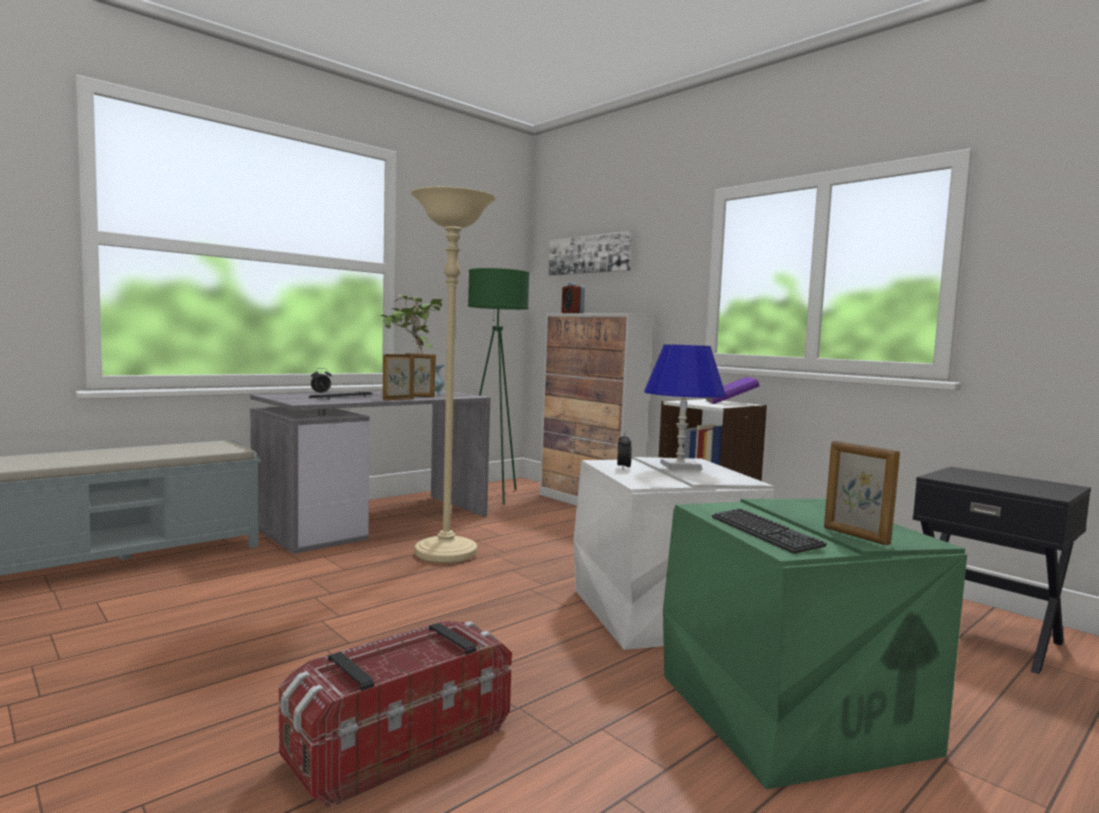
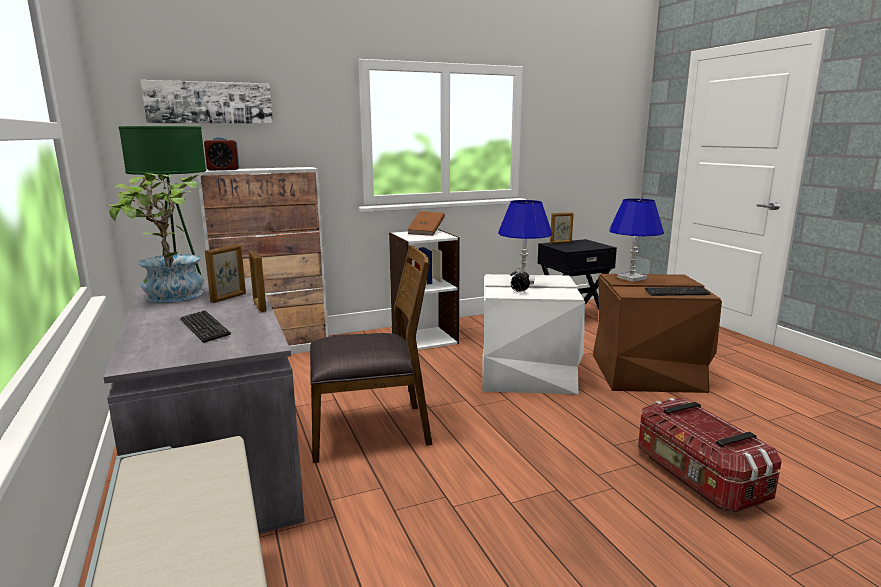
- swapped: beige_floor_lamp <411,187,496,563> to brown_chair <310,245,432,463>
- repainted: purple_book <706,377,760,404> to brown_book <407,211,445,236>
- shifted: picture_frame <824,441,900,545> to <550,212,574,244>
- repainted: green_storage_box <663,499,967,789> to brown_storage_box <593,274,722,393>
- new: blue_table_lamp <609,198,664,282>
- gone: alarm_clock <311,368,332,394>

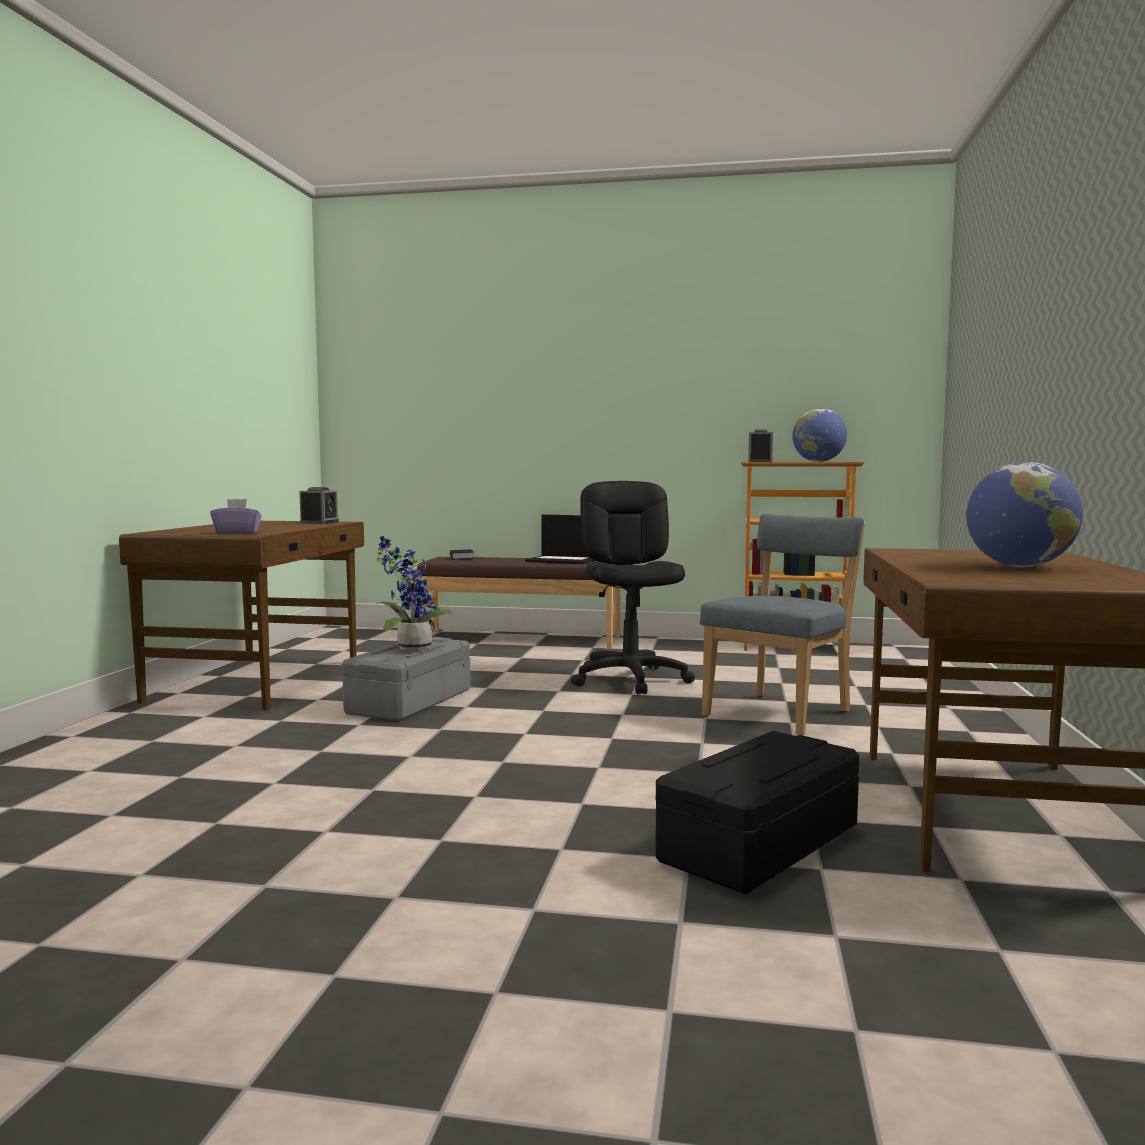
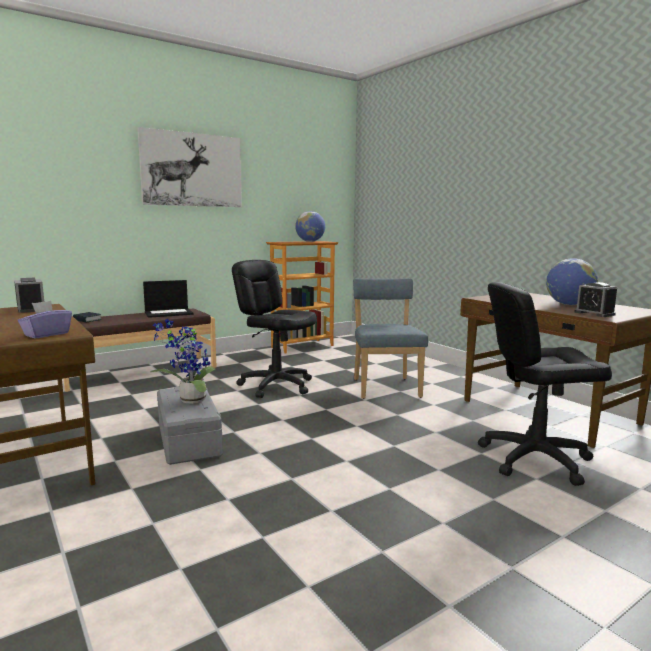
- new: picture <137,127,242,207>
- swapped: black_storage_box <655,731,859,894> to black_office_chair <478,282,612,486>
- shifted: alarm_clock <748,429,773,462> to <574,282,617,317>

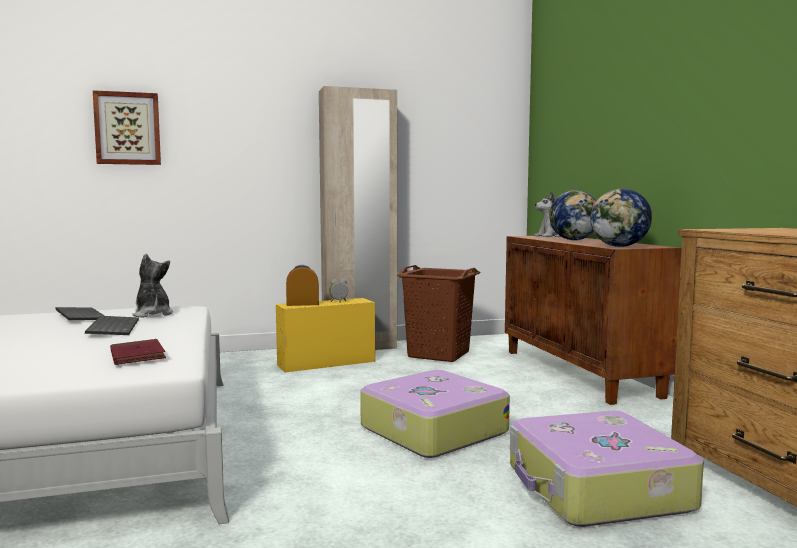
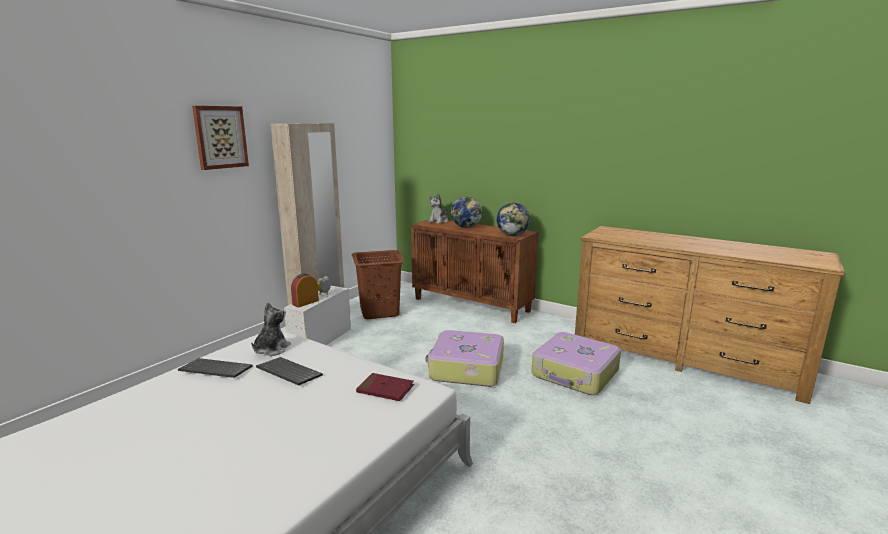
- shifted: picture <93,90,161,165> to <192,106,249,170>
- rotated: plush_toy <132,254,173,317> = <251,302,291,356> 90 degrees clockwise
- repainted: yellow_storage_box <276,298,375,372> to white_storage_box <284,286,351,345>

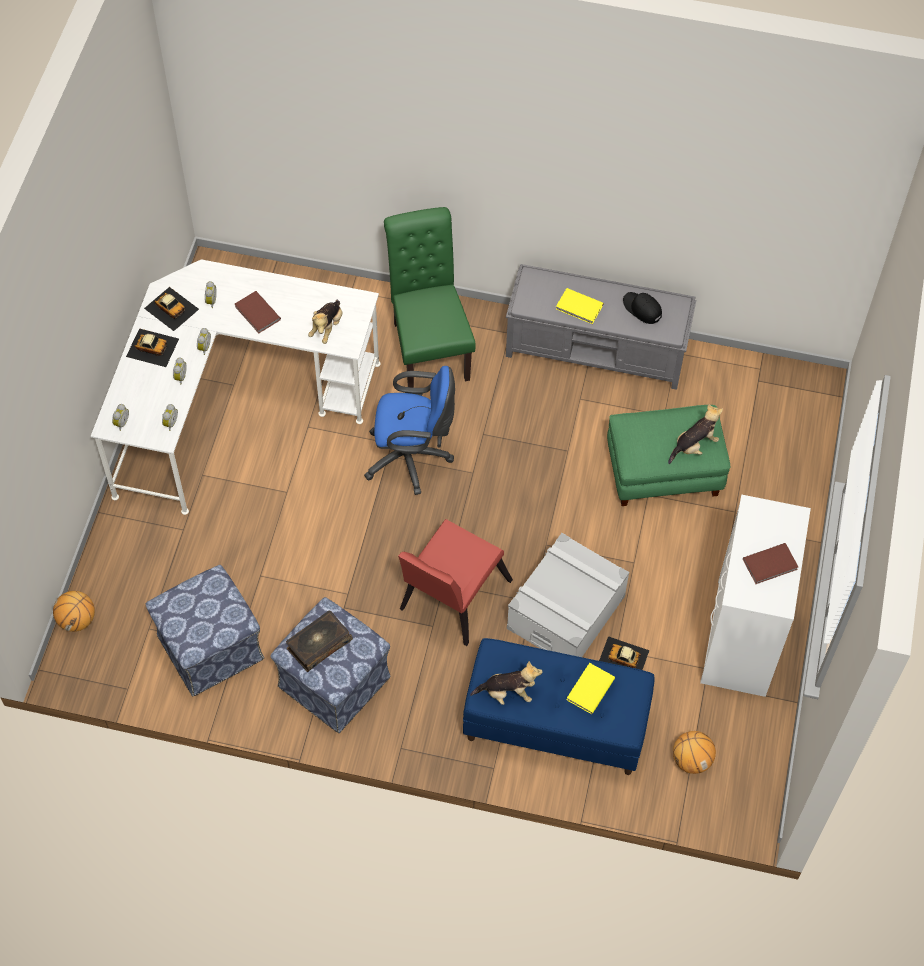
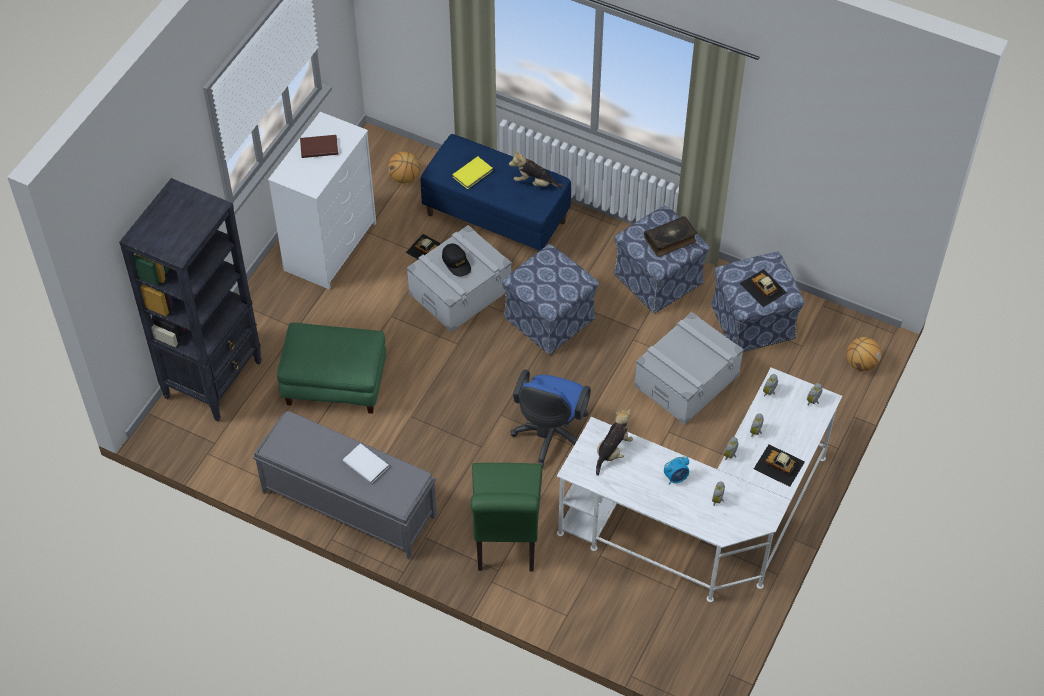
- new: black_bookcase <119,178,262,422>
- repainted: yellow_book <556,288,604,324> to white_book <343,443,389,483>
- shifted: black_cap <623,292,662,324> to <442,244,471,277>
- swapped: red_chair <398,519,513,646> to ottoman <502,244,599,355>
- rotated: blue_office_chair <364,366,455,495> = <511,369,591,468> 90 degrees counterclockwise
- new: grey_storage_box <634,312,744,425>
- swapped: brown_book <235,291,281,334> to alarm_clock <664,457,689,485>
- shifted: toy_car <144,287,199,331> to <740,269,787,307>
- gone: plush_toy <668,404,723,464>

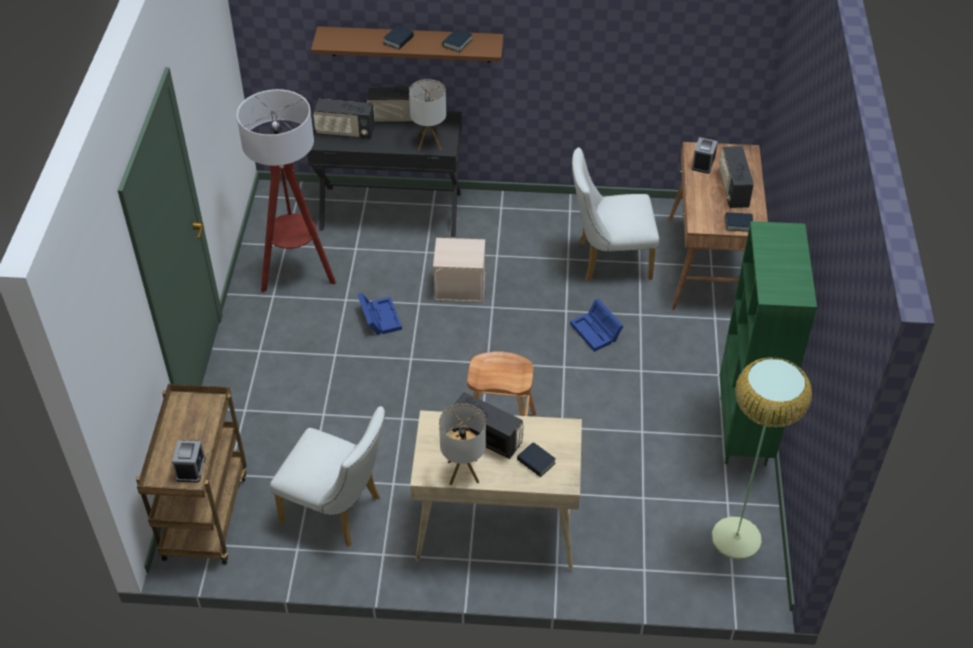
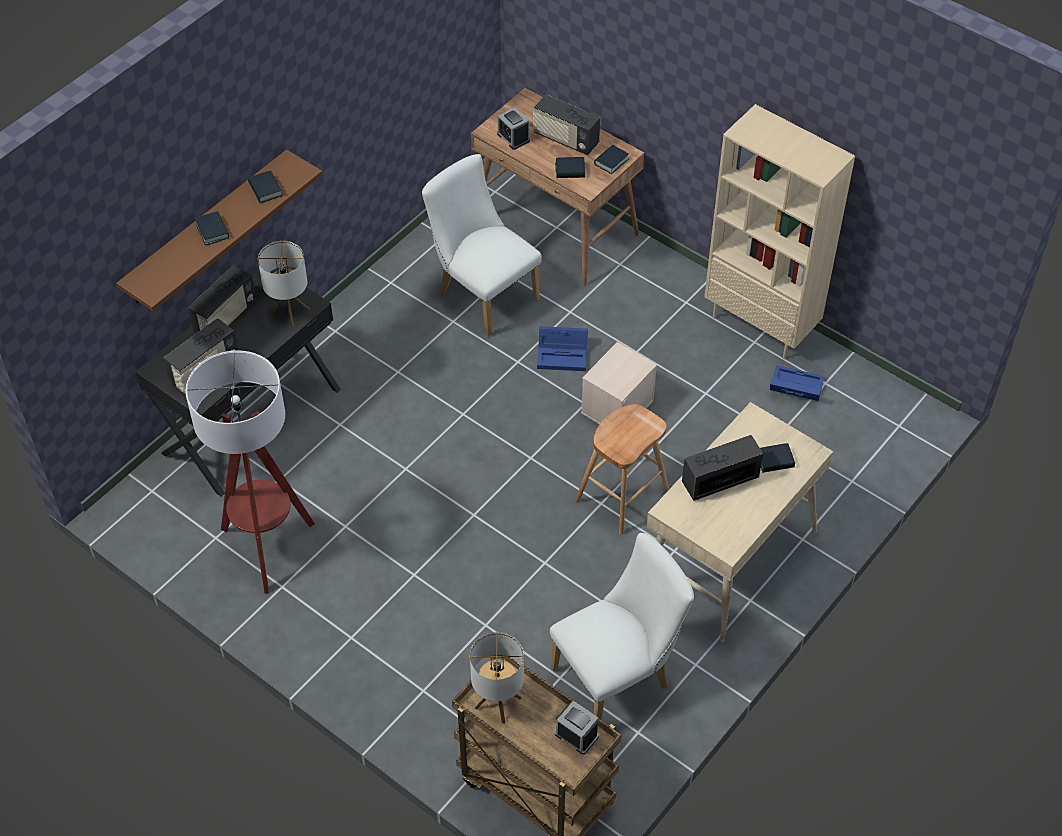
- rotated: white_chair <572,147,659,281> = <422,154,542,336> 105 degrees clockwise
- shifted: table_lamp <439,403,486,485> to <470,632,524,724>
- new: book <555,157,585,178>
- shifted: beige_storage_box <433,238,485,302> to <581,342,657,424>
- repainted: green_bookcase <720,221,817,466> to beige_bookcase <704,104,855,359>
- shifted: blue_storage_box <358,293,402,335> to <770,365,825,401>
- gone: floor_lamp <712,357,812,560>

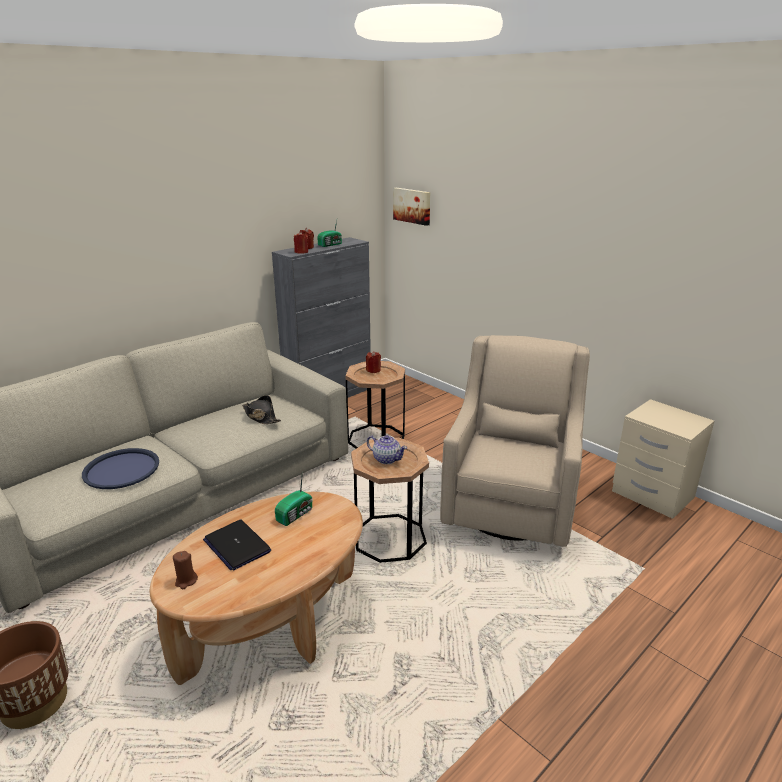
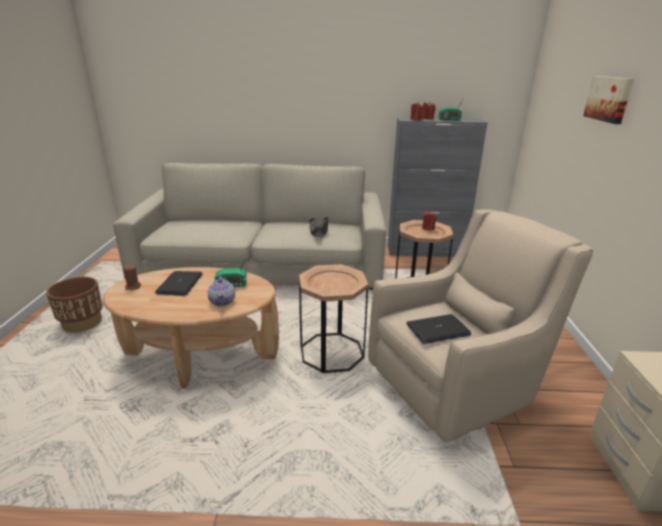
- shifted: teapot <367,435,407,464> to <207,276,235,306>
- new: laptop <407,314,471,344>
- shifted: picture <393,188,430,226> to <583,76,634,124>
- gone: blue_tray <82,448,159,489>

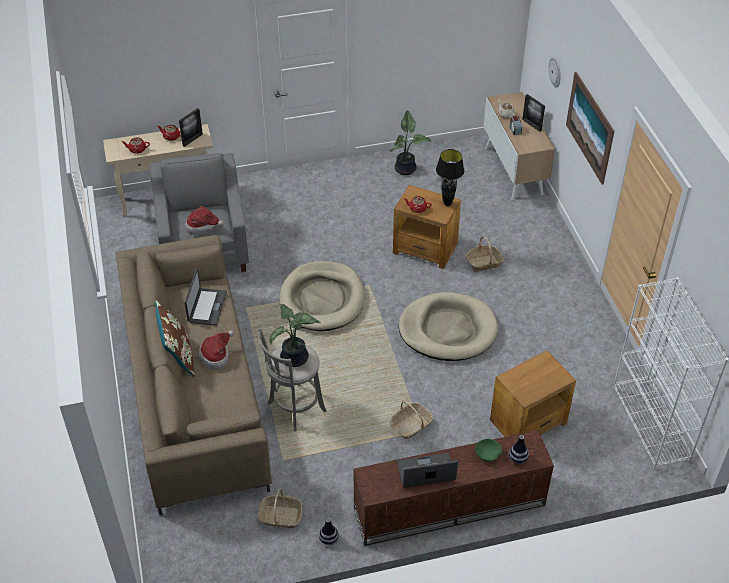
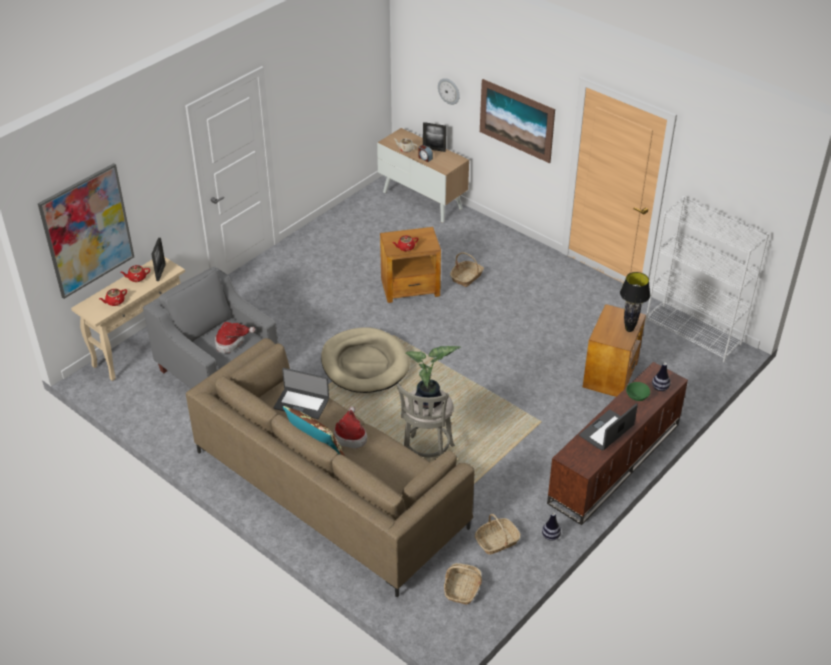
- new: picture <38,163,134,299>
- rotated: laptop <185,269,227,326> = <274,368,329,419> 135 degrees clockwise
- shifted: basket <390,401,433,439> to <444,563,482,604>
- shifted: black_table_lamp <436,149,465,206> to <620,272,650,332>
- gone: potted_plant <389,110,431,175>
- gone: beige_dog_bed <399,292,498,361>

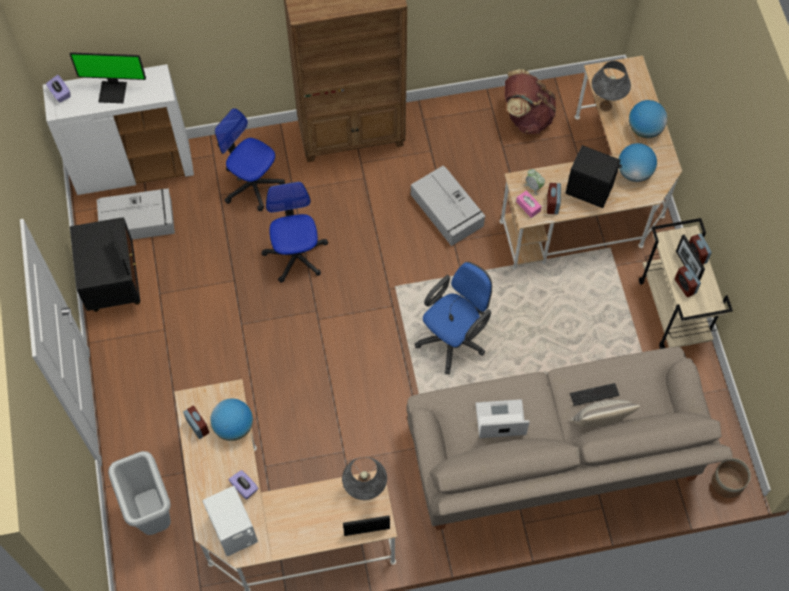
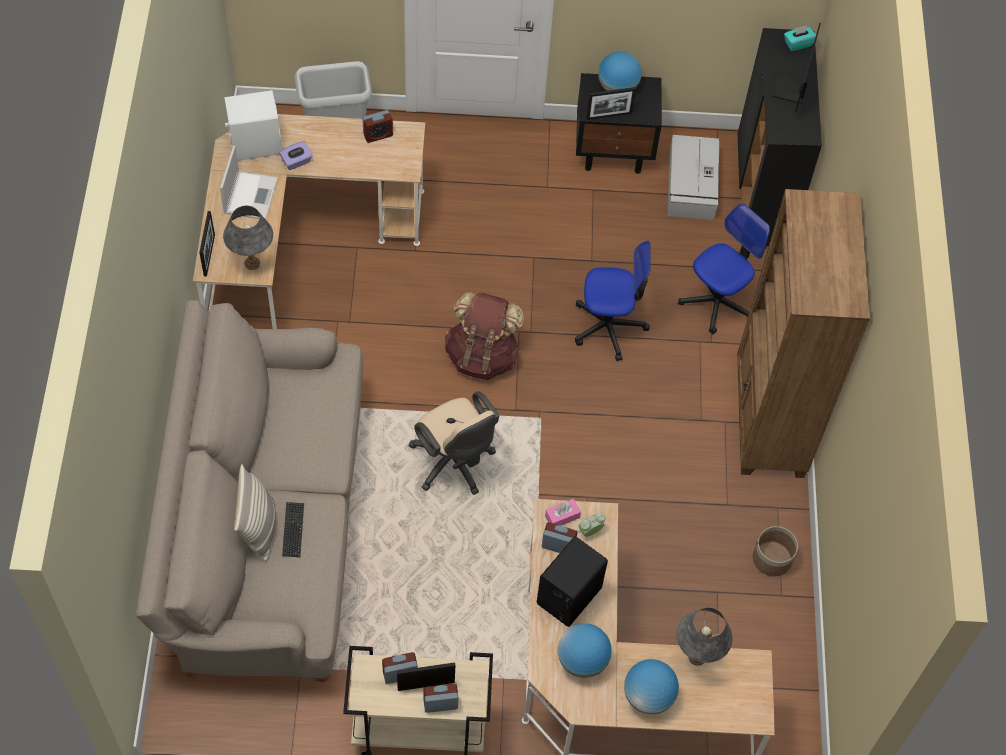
- shifted: laptop <476,399,530,438> to <220,146,278,219>
- repainted: blue_office_chair <415,262,492,374> to beige_office_chair <408,391,499,495>
- shifted: brown_backpack <505,69,556,134> to <445,292,524,380>
- shifted: globe <210,399,253,441> to <598,51,642,91>
- repainted: white_cabinet <43,64,194,195> to black_cabinet <738,28,822,246>
- shifted: planter <712,458,751,498> to <753,526,798,576>
- repainted: purple_tissue_box <46,75,70,103> to turquoise_tissue_box <784,25,816,51>
- gone: grey_storage_box <411,166,486,246>

